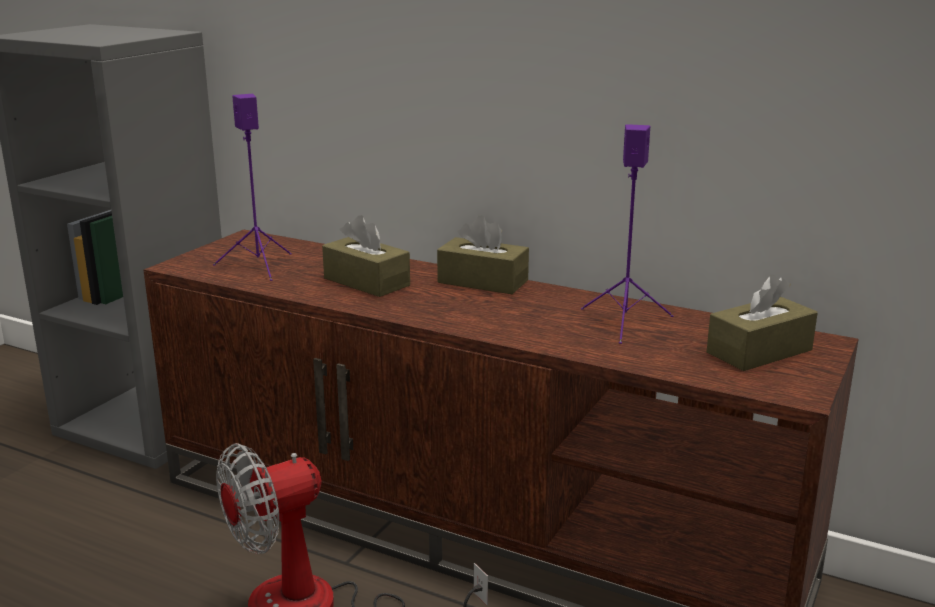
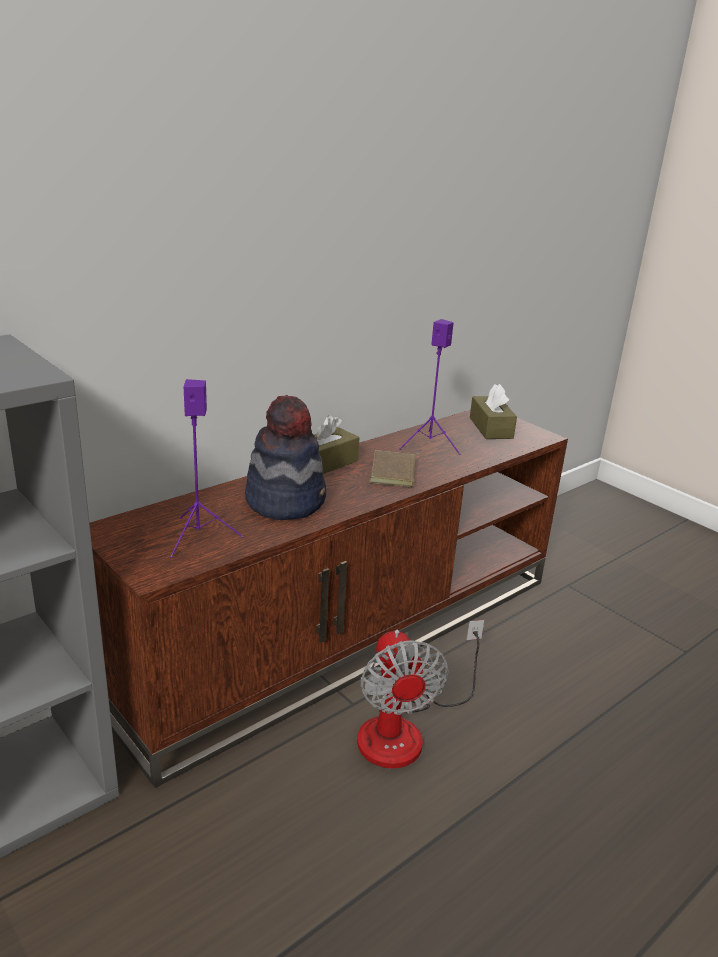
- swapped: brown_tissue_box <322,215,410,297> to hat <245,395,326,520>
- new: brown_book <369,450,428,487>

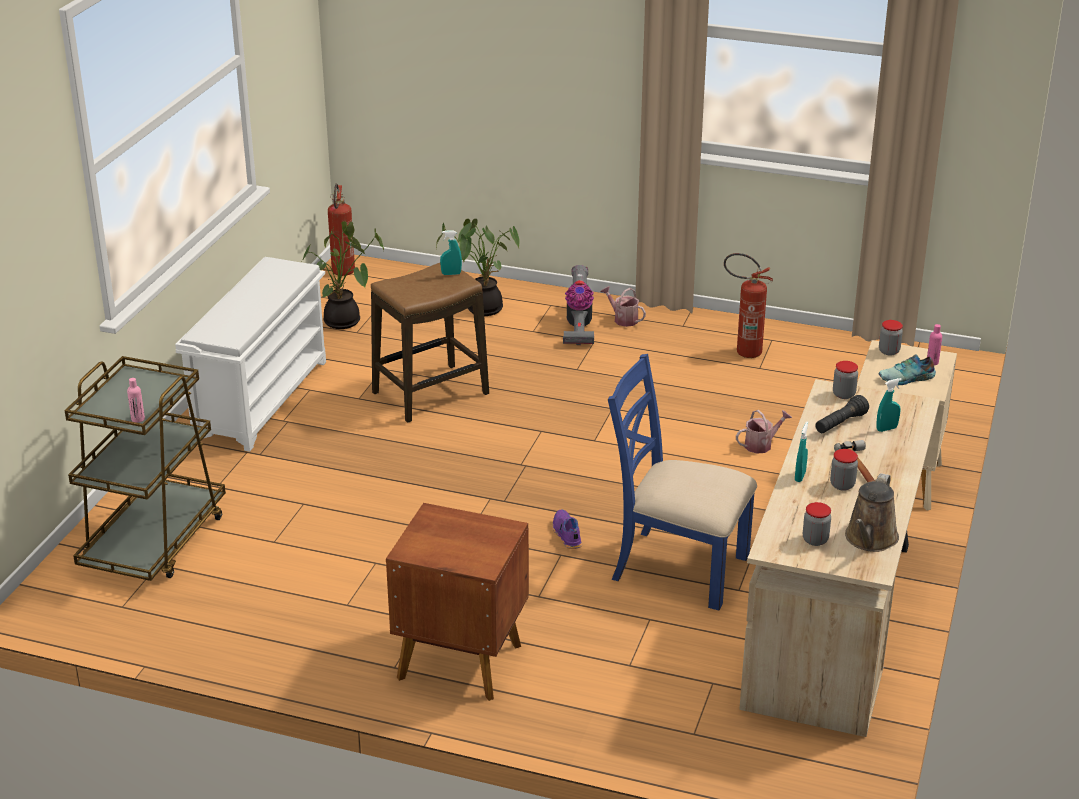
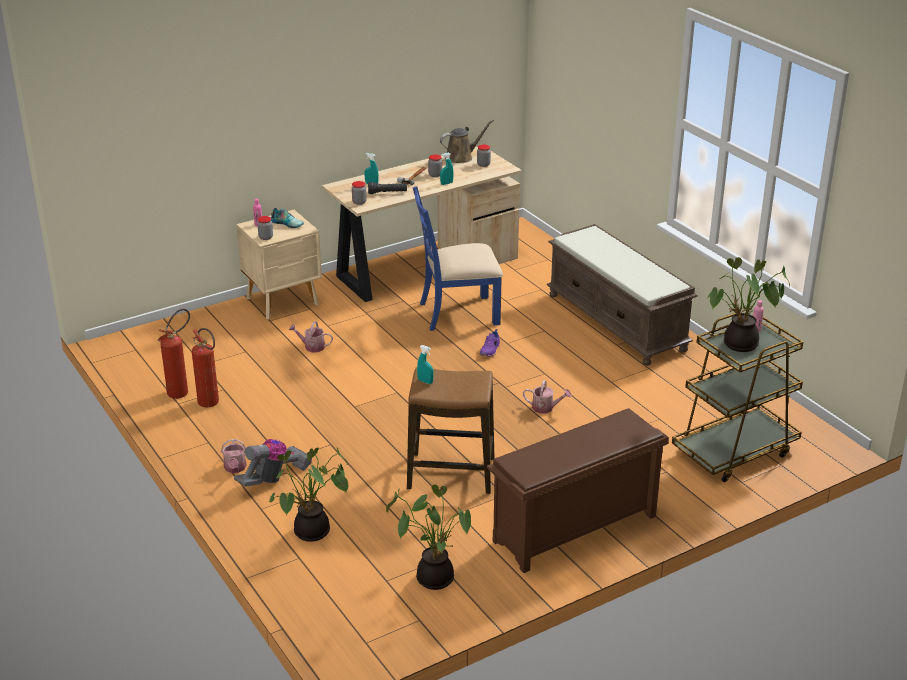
- shifted: fire_extinguisher <328,183,355,276> to <158,309,190,399>
- rotated: blue_chair <608,354,757,610> = <413,186,503,331> 105 degrees clockwise
- repainted: white_shoe_rack <175,257,326,452> to brown_shoe_rack <487,408,669,573>
- new: watering_can <523,380,572,414>
- swapped: brown_nightstand <386,503,529,701> to brown_bench <547,224,698,366>
- new: potted_plant <706,257,790,352>

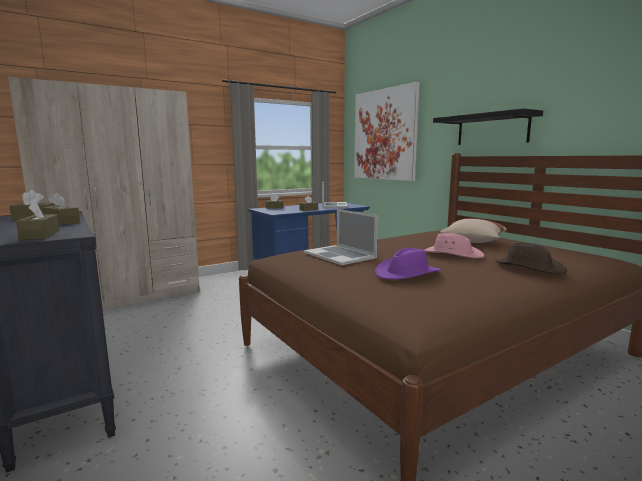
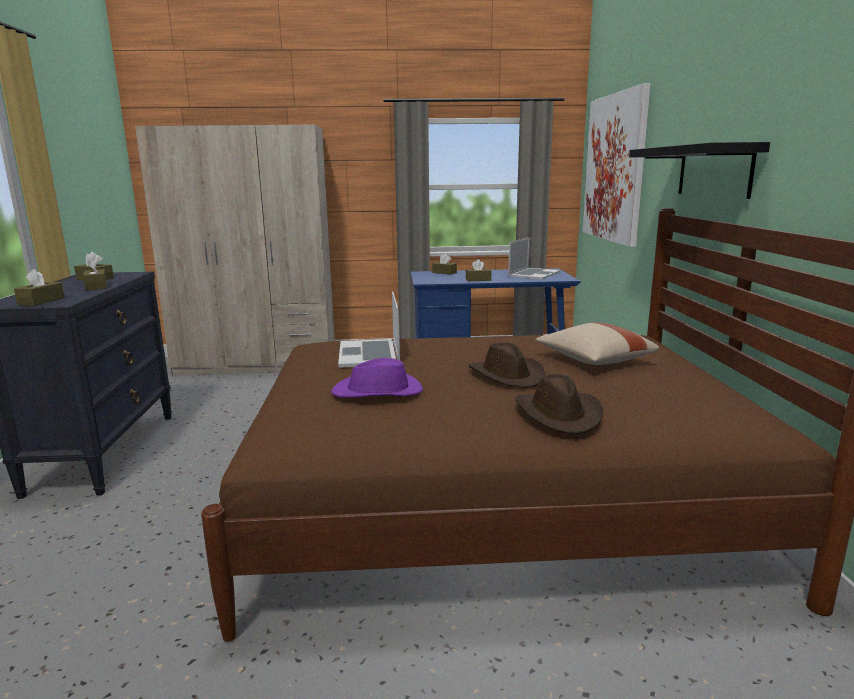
- repainted: pink_hat <424,233,484,258> to brown_hat <469,343,545,388>

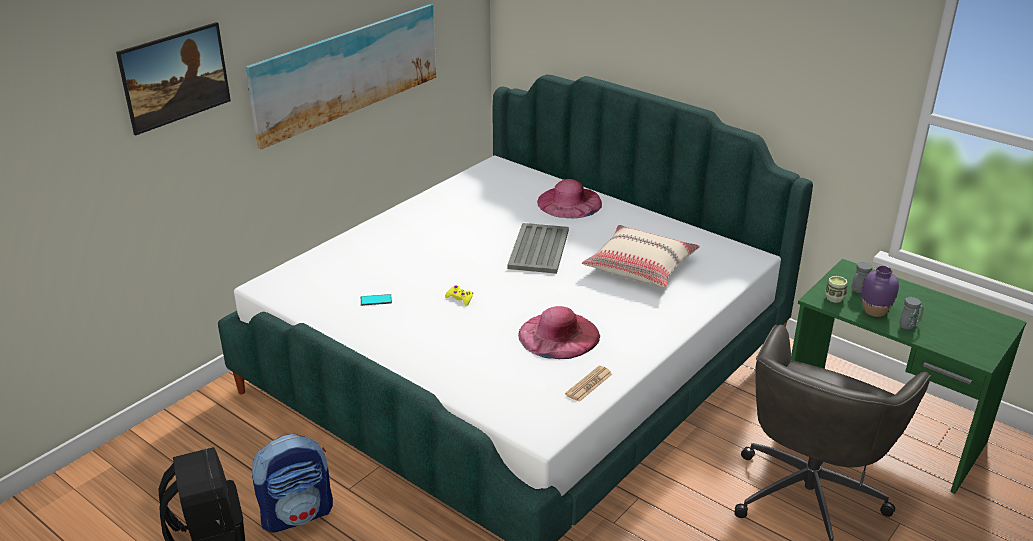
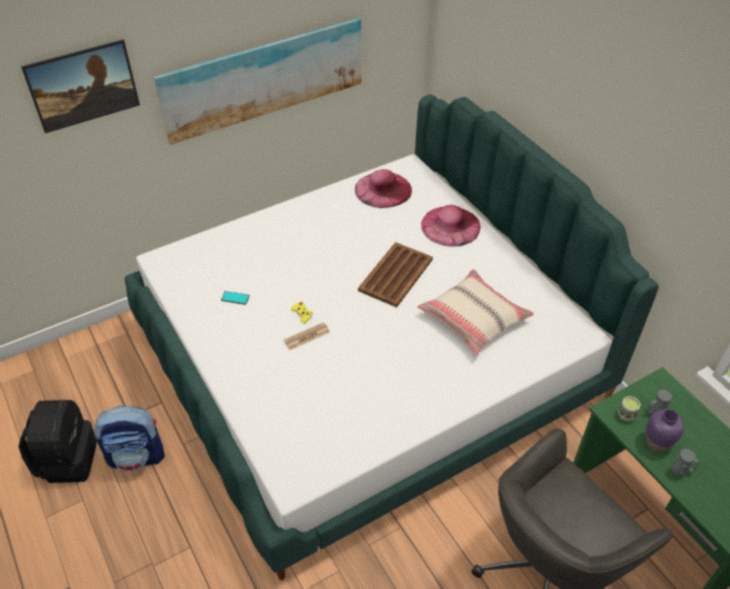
- shifted: newspaper <565,366,612,402> to <283,322,330,350>
- shifted: pink_hat <518,306,600,359> to <355,169,412,208>
- repainted: grey_tray <507,223,569,274> to brown_tray <358,242,433,307>

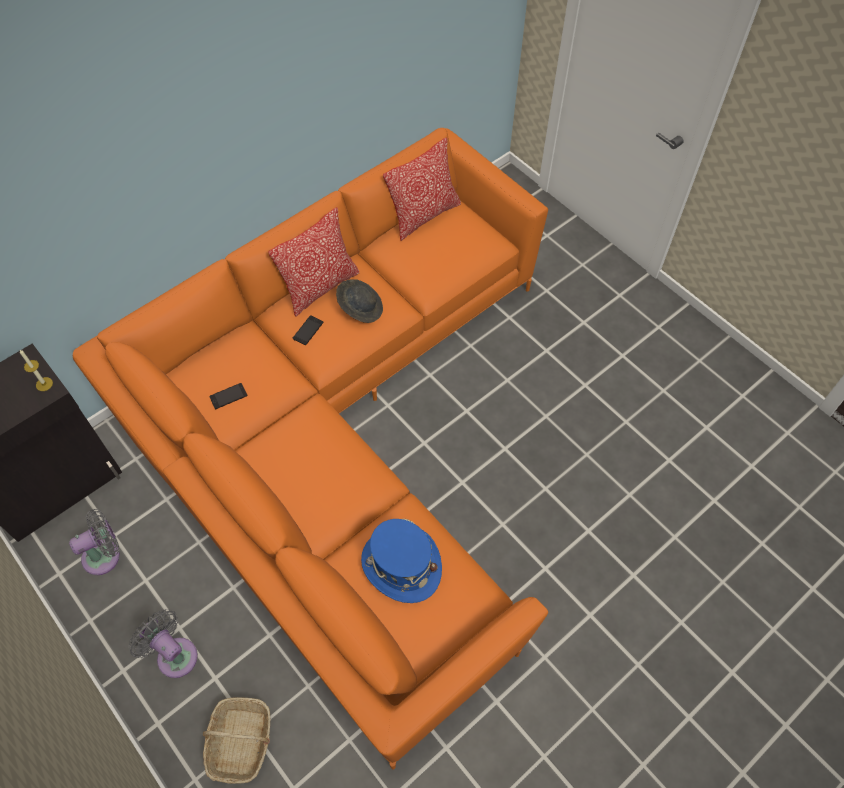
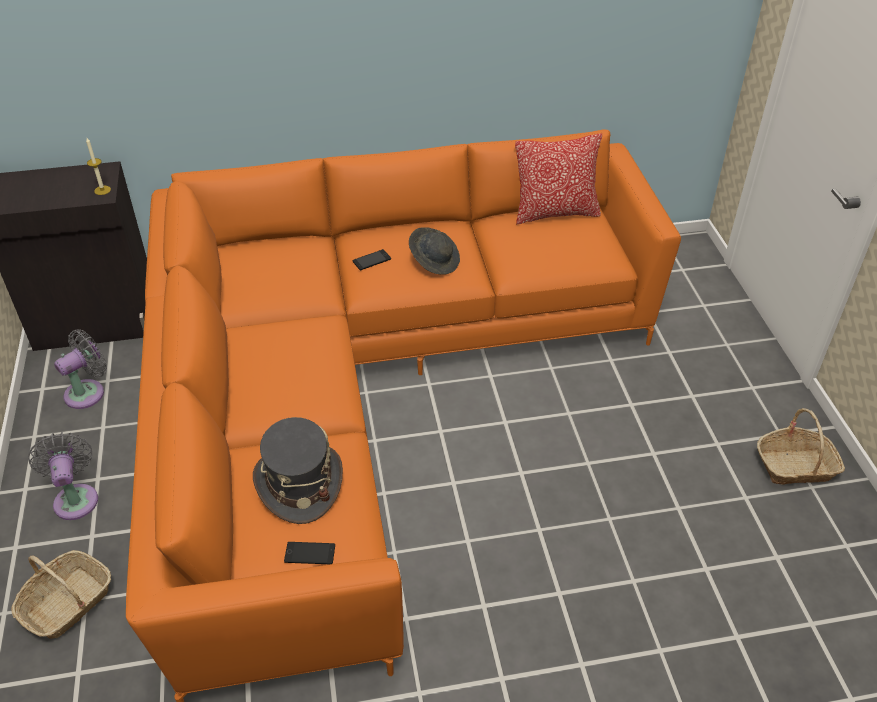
- rotated: grey_fan <69,509,120,575> = <54,329,107,409> 45 degrees counterclockwise
- repainted: blue_hat <361,519,442,603> to grey_hat <253,417,343,524>
- shifted: phone <209,383,247,409> to <284,542,335,564>
- new: basket <757,408,845,485>
- gone: pillow <268,207,359,317>

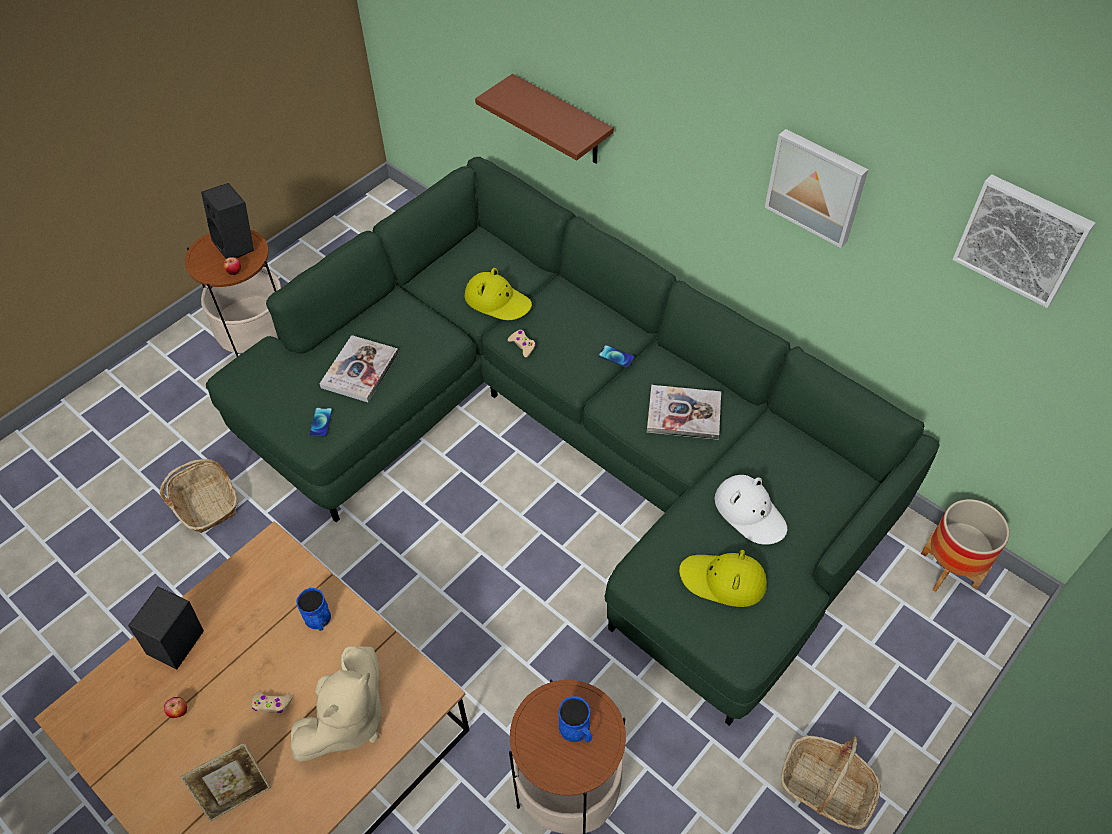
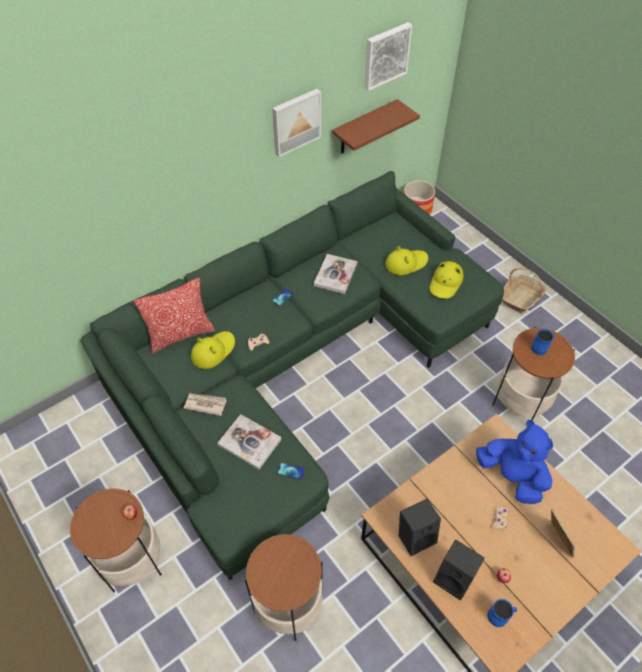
- new: pillow <134,278,215,354>
- new: newspaper <184,393,227,416>
- swapped: basket <160,459,237,533> to side_table <245,534,323,641>
- shifted: brown_shelf <475,74,614,164> to <332,99,420,153>
- repainted: white_hat <715,475,787,544> to yellow_hat <385,246,428,275>
- shifted: black_speaker <201,183,254,259> to <399,499,441,556>
- repainted: beige_plush_toy <291,646,382,762> to blue_plush_toy <476,420,553,504>
- shifted: blue_mug <296,588,331,631> to <487,599,517,627>

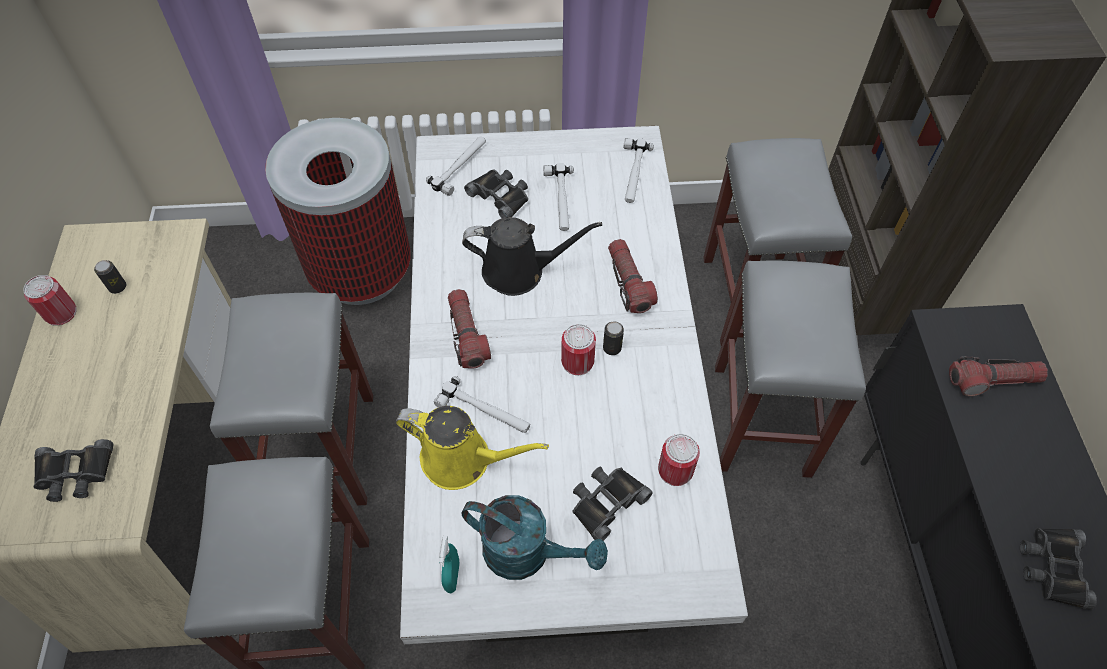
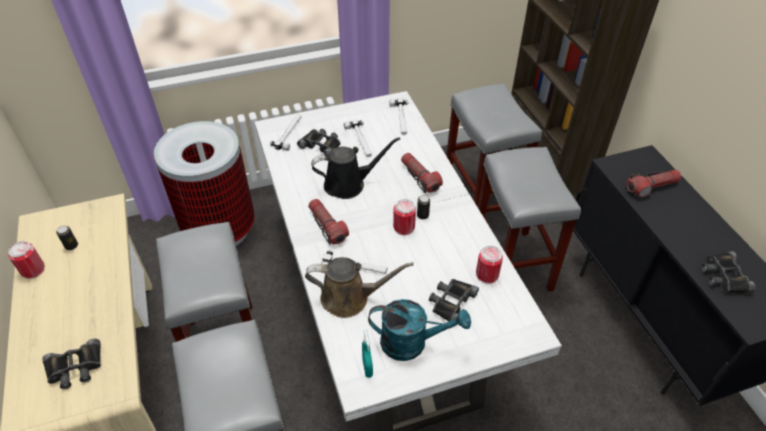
- repainted: yellow_watering_can <396,406,549,490> to brown_watering_can <305,257,414,318>

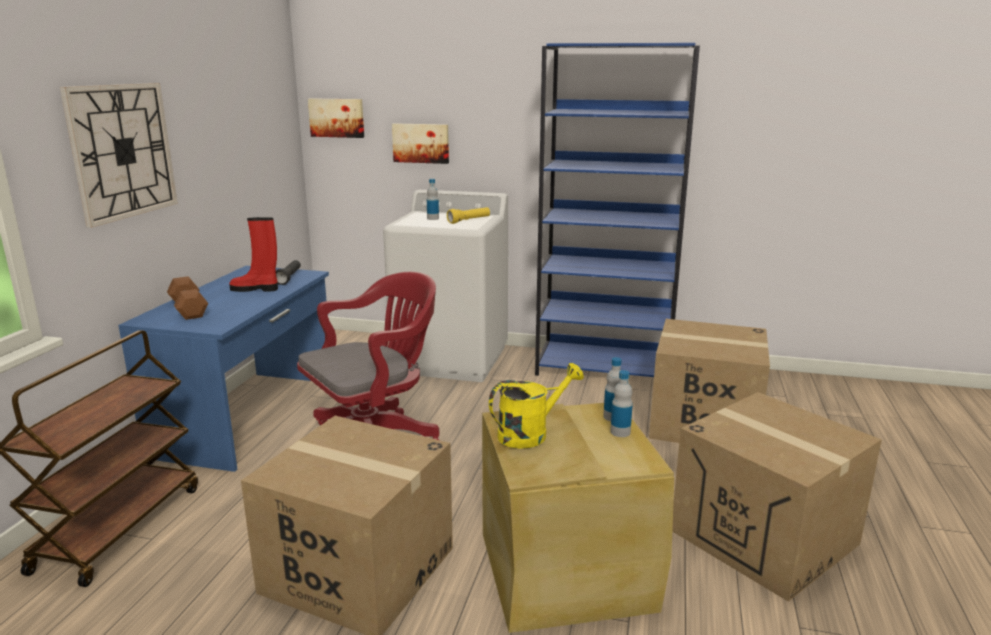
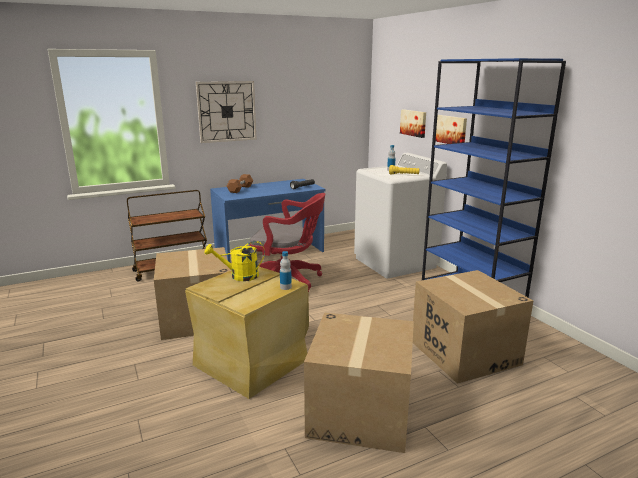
- rotated: yellow_watering_can <489,363,584,449> = <204,241,265,281> 150 degrees clockwise
- shifted: picture <308,98,364,138> to <436,115,467,144>
- gone: red_boot <229,217,278,292>
- gone: bottle <610,370,633,437>

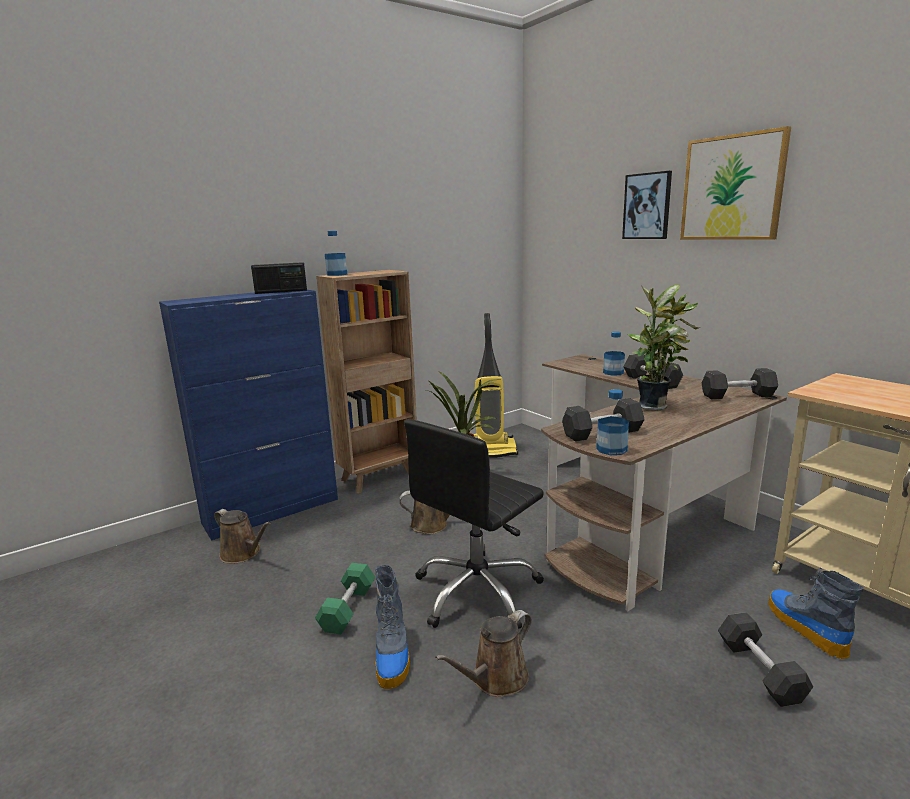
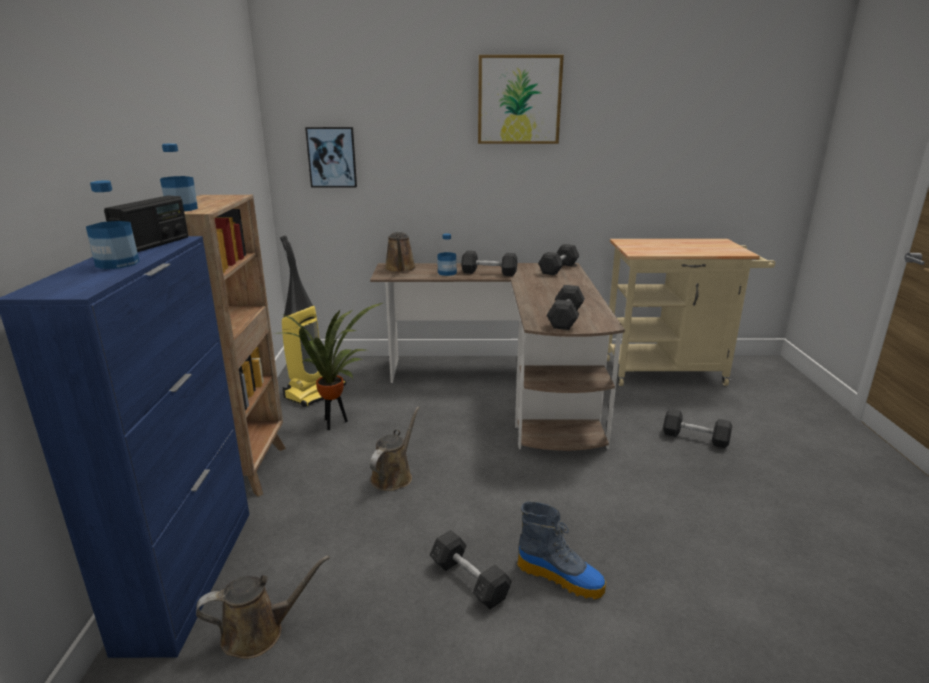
- shifted: bottle <596,389,629,455> to <86,180,139,269>
- shifted: picture <622,171,672,239> to <305,127,357,188>
- shifted: brown_watering_can <435,610,532,697> to <385,232,416,273>
- repainted: green_dumbbell <315,563,376,635> to grey_dumbbell <429,530,512,609>
- gone: black_office_chair <404,419,544,629>
- gone: potted_plant <628,285,701,410>
- gone: boot <768,567,864,659>

